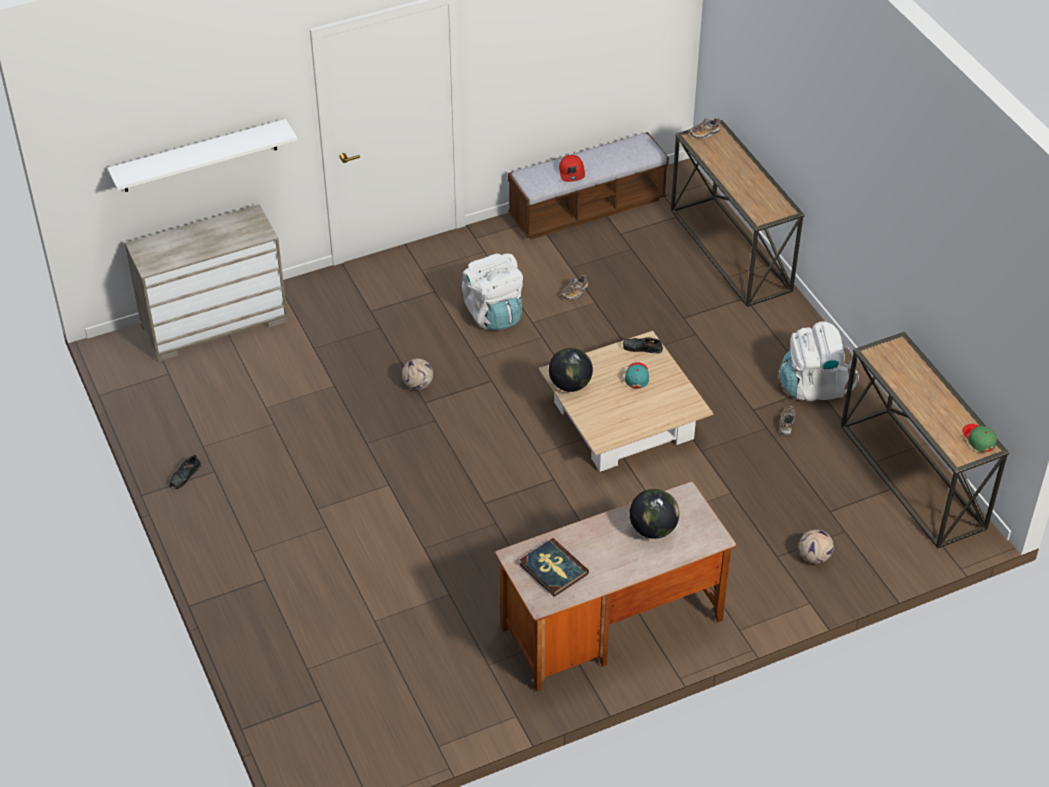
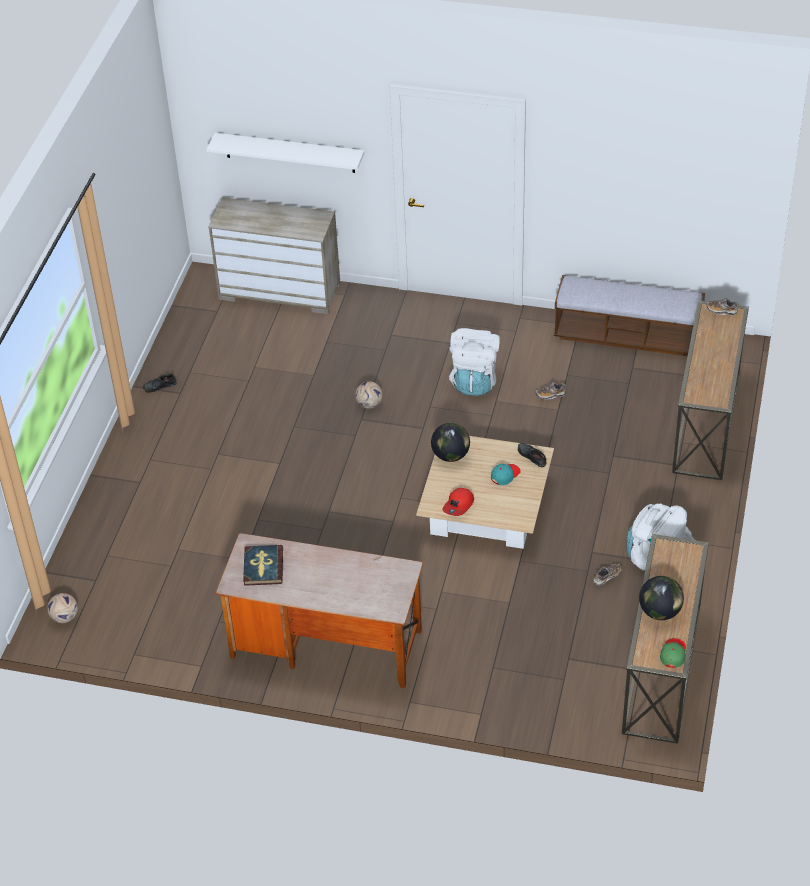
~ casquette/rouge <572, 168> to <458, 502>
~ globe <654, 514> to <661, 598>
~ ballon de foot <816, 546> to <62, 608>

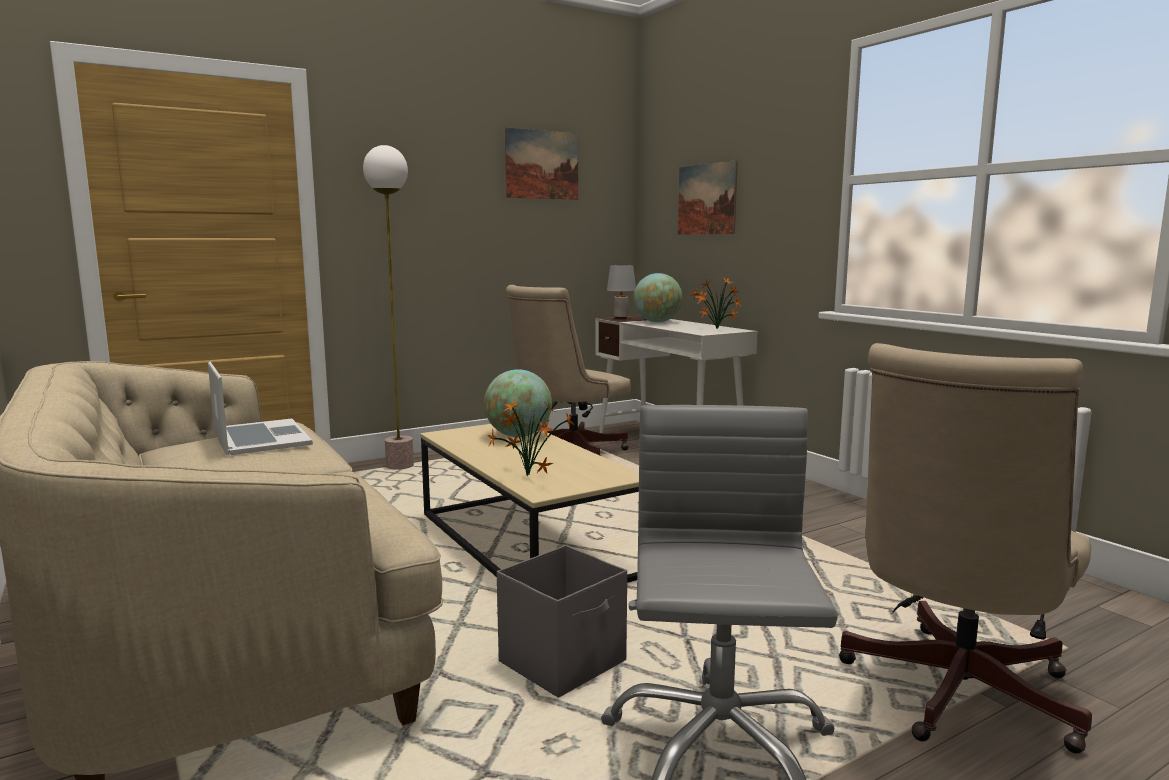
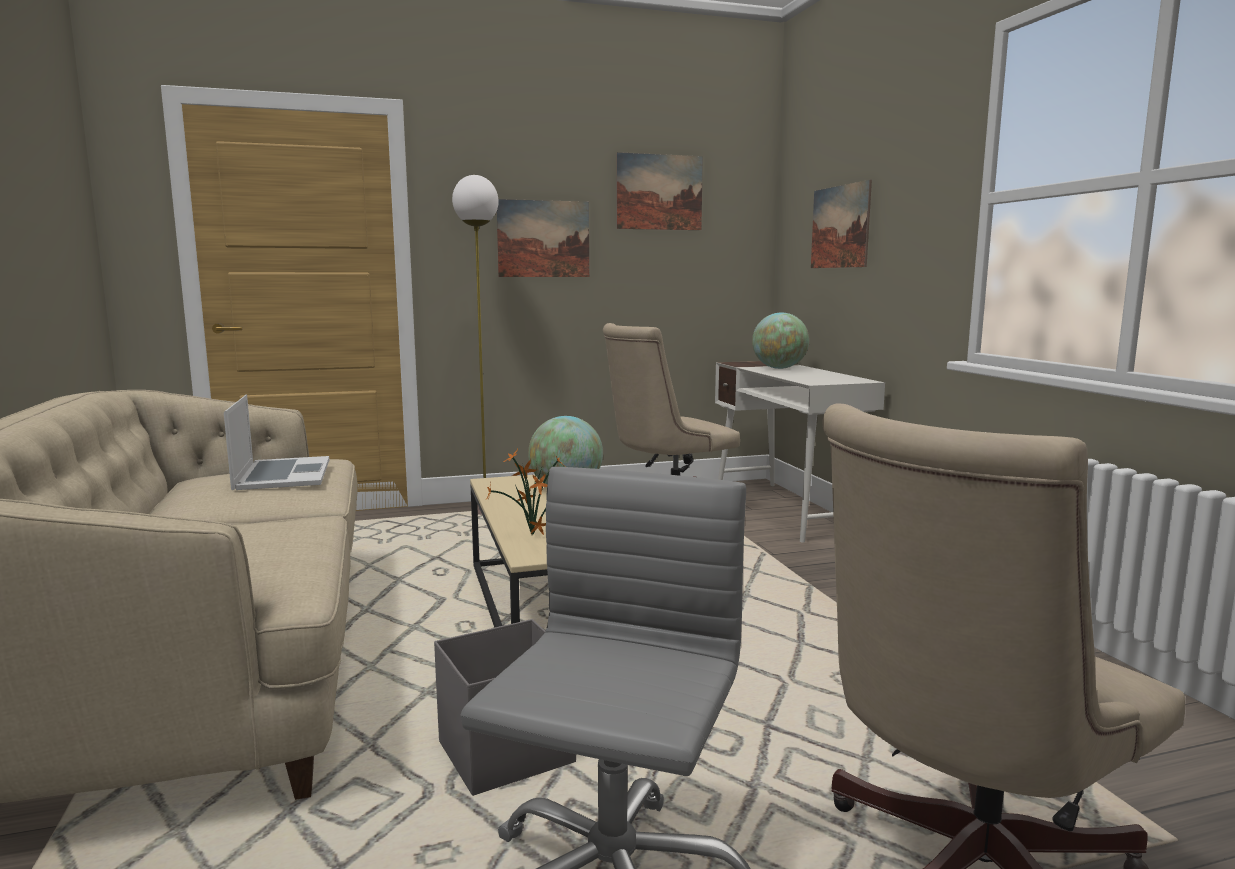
- lampe de table/gris <621, 292>
- plante en pot <716, 303>
+ tableau <542, 238>

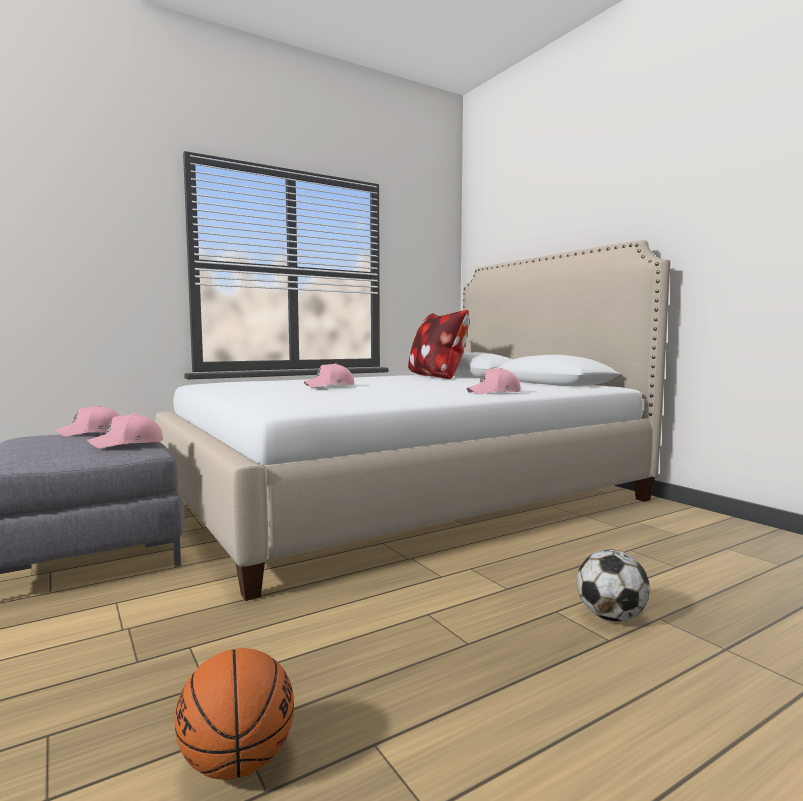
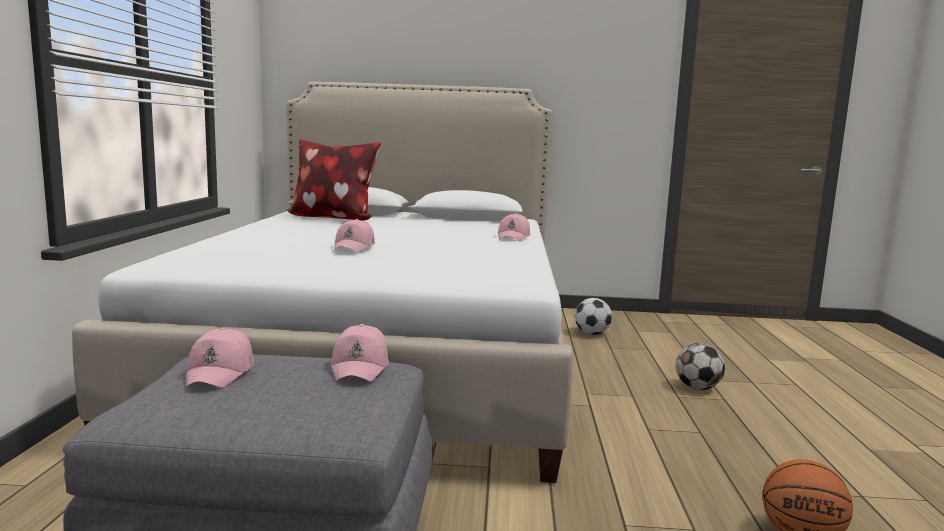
+ ballon de foot <593, 316>

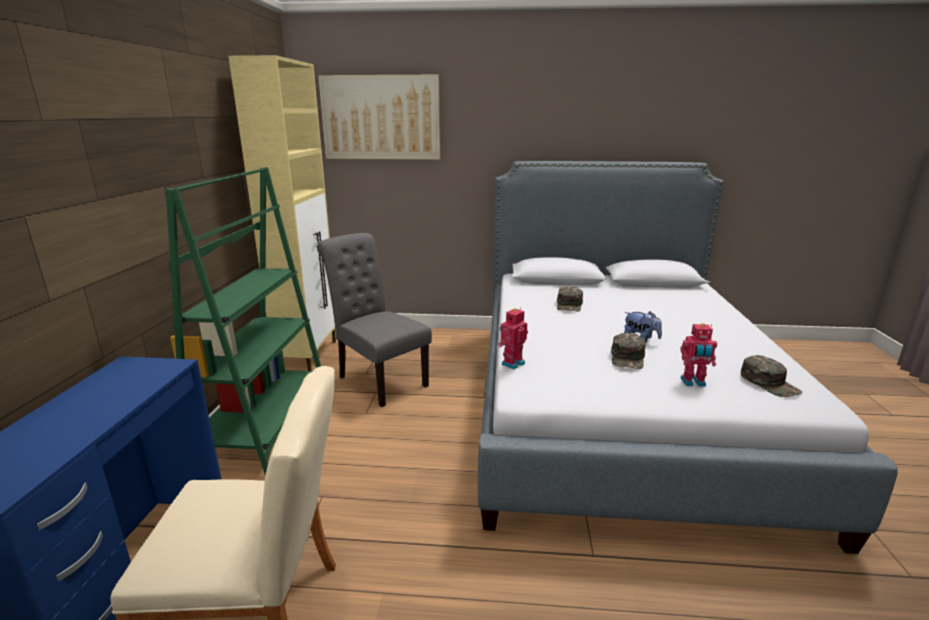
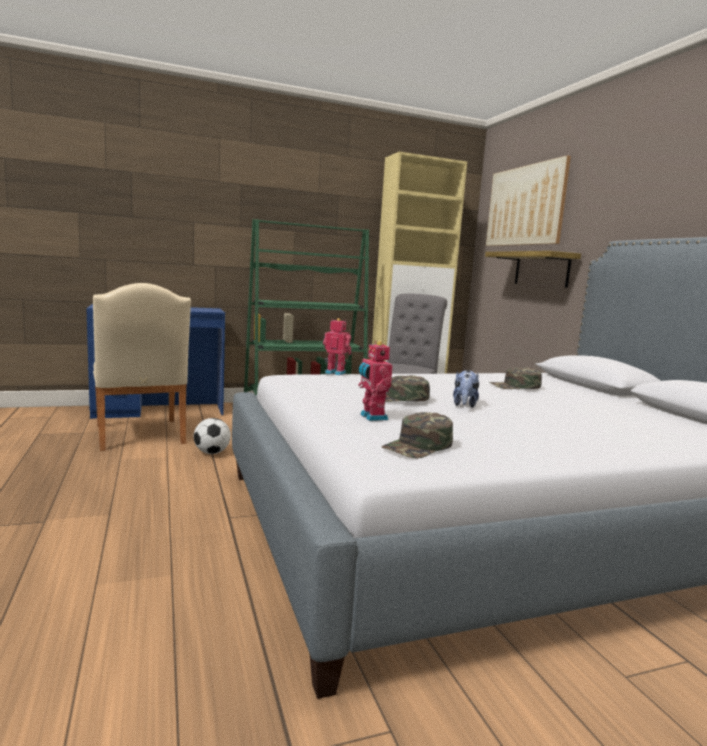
+ ballon de foot <212, 436>
+ étagère <533, 269>

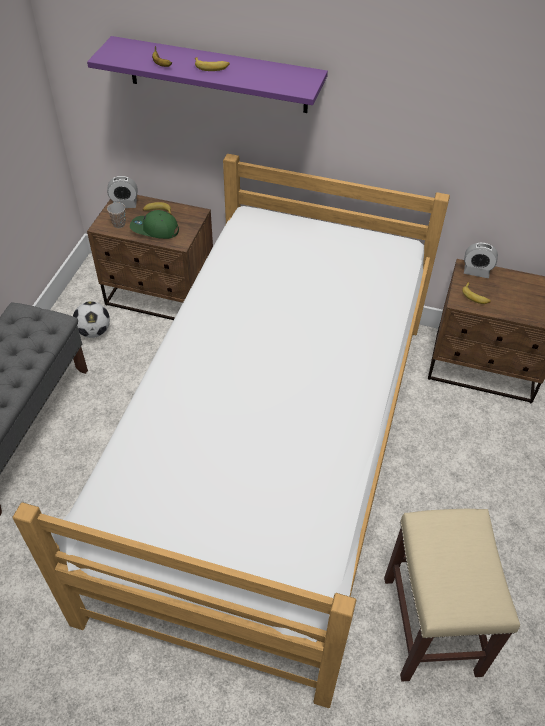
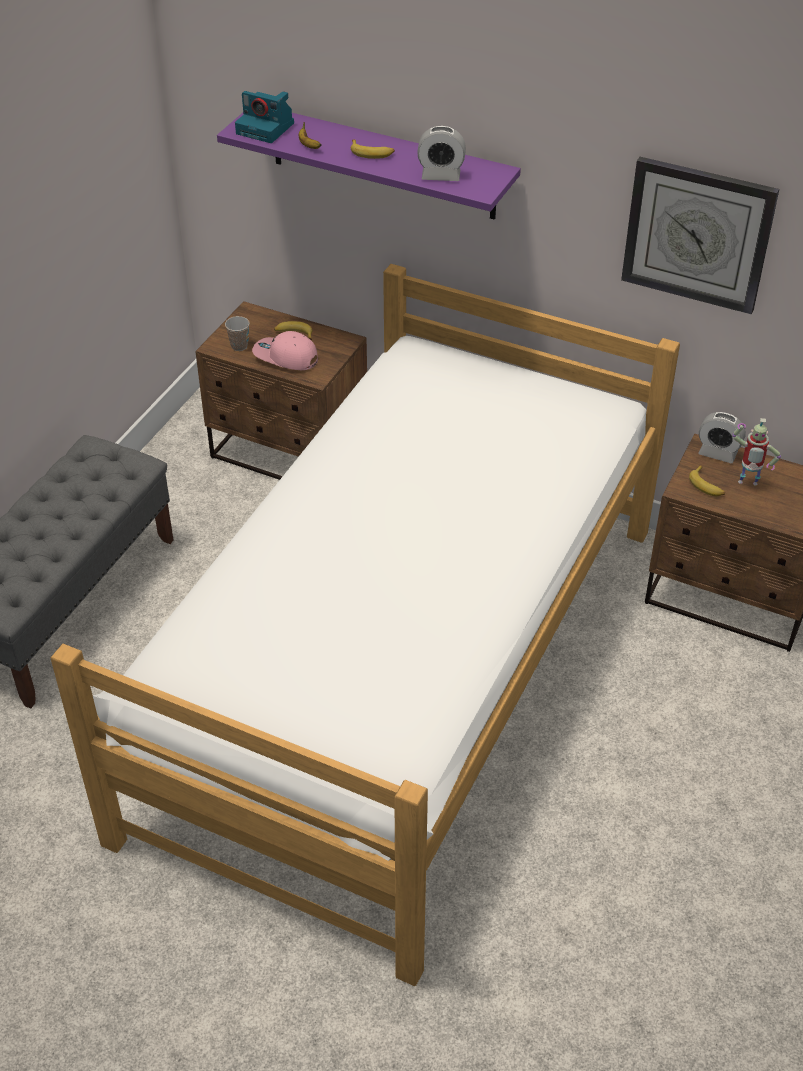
- ballon de foot <91, 319>
- tabouret/beige <452, 595>
+ appareil photo <264, 117>
+ horloge murale <700, 236>
+ robot jouet <756, 451>
~ réveil <122, 192> to <441, 153>
~ casquette/vert <154, 224> to casquette/rose <285, 350>

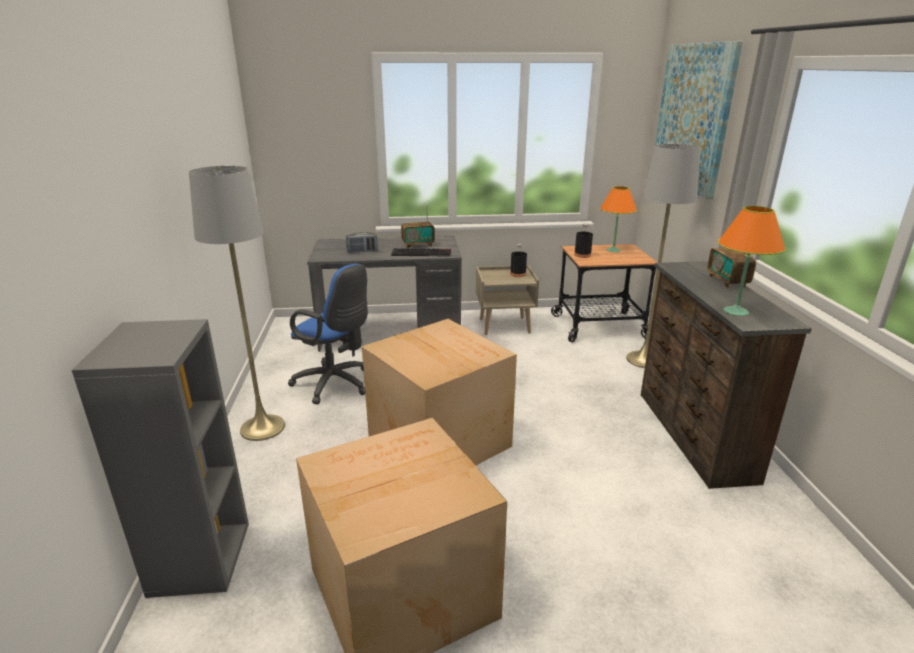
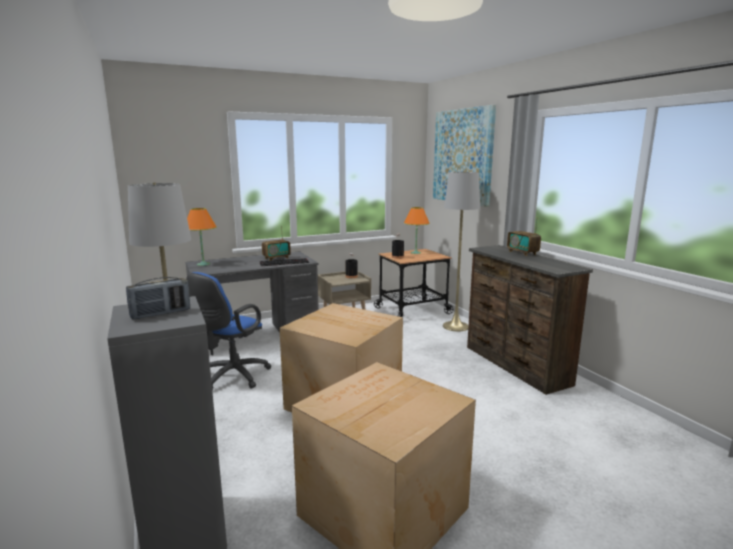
~ radio <362, 242> to <158, 298>
~ lampe de table/orange <751, 261> to <202, 237>
~ chaise de bureau/bleu <328, 334> = <229, 331> 105 degrees clockwise

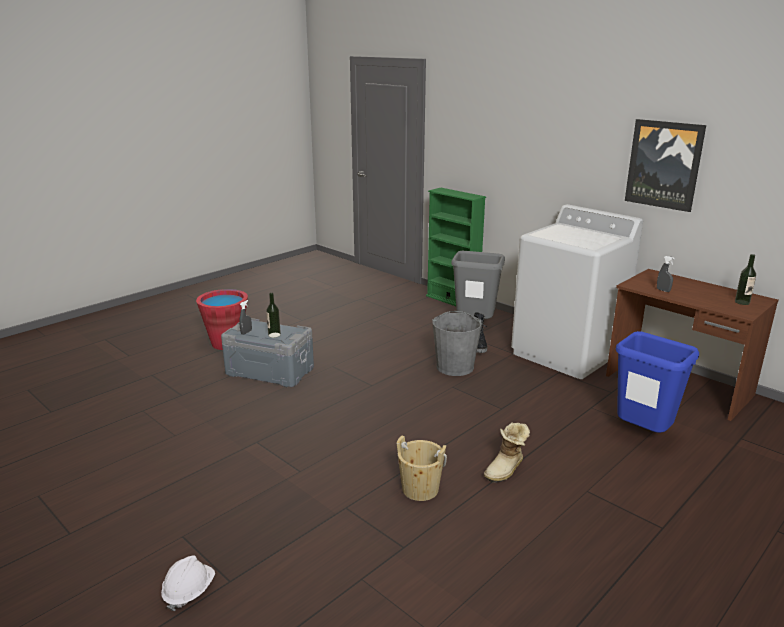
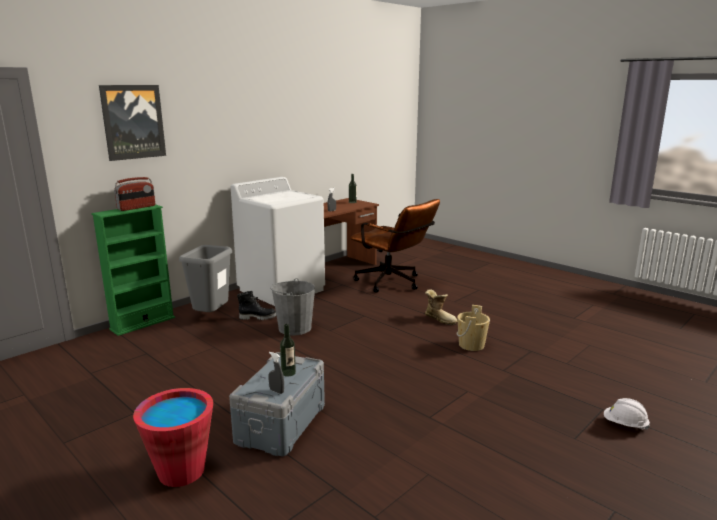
+ radio <134, 194>
~ tableau <665, 165> to <132, 123>
~ poubelle/bleu <657, 382> to chaise de bureau/marron <395, 246>

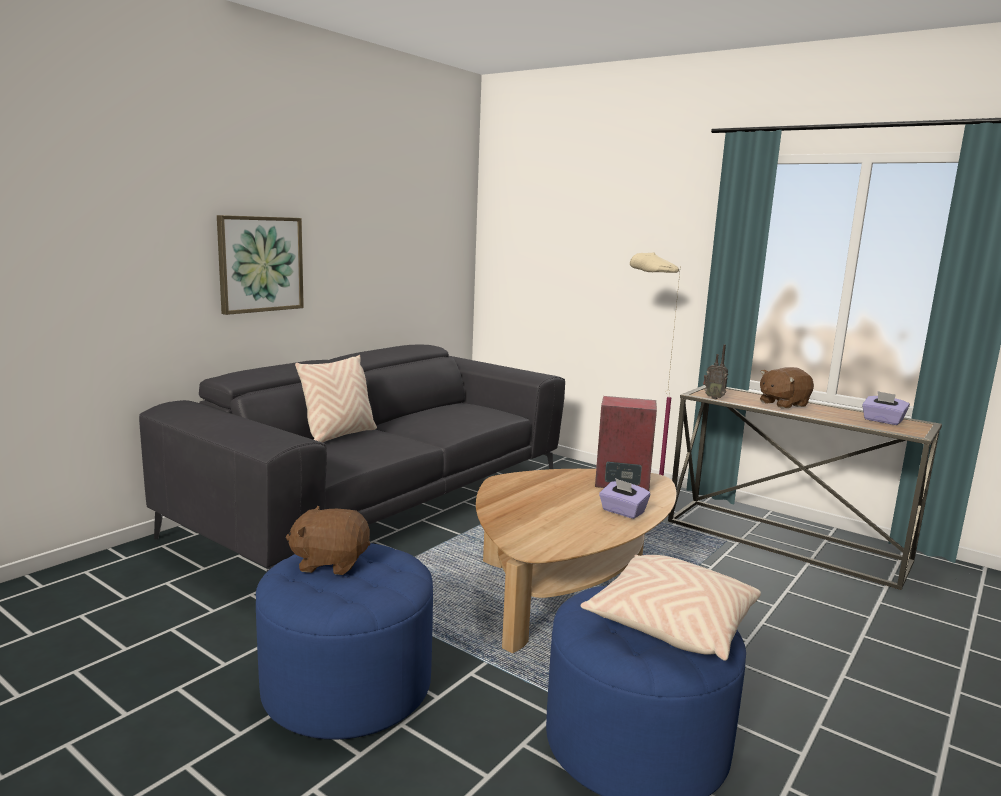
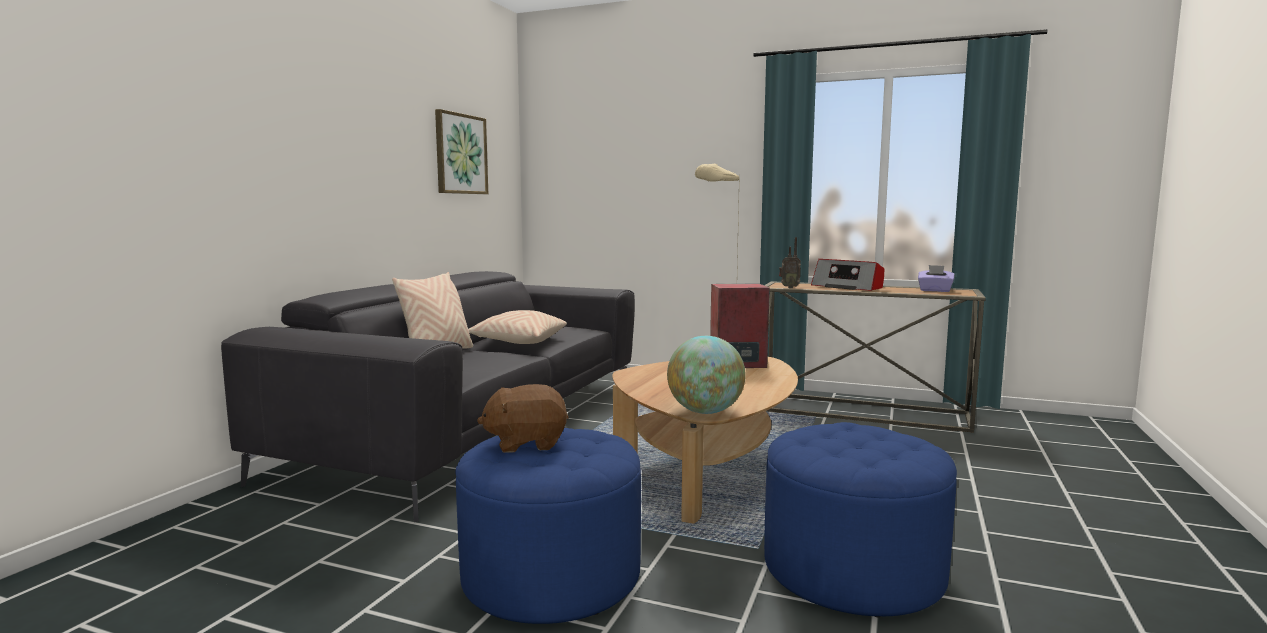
- boîte à mouchoirs/violet <624, 498>
+ globe <706, 375>
~ tableau <260, 265> to <461, 151>
~ coussin/beige <671, 608> to <517, 327>
~ peluche/marron <787, 388> to radio <847, 275>

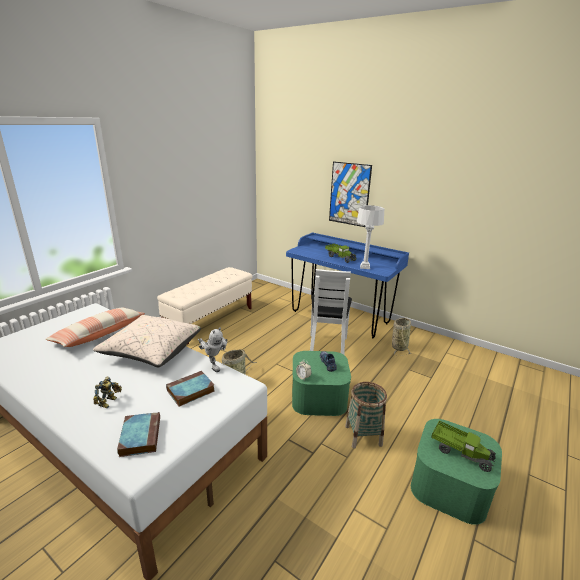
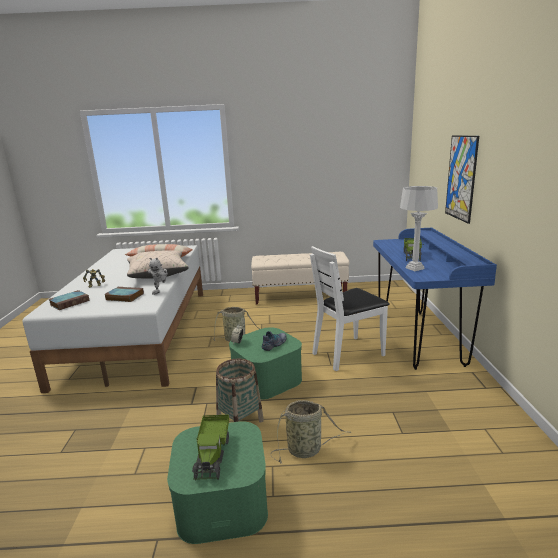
~ panier <402, 337> to <310, 432>

